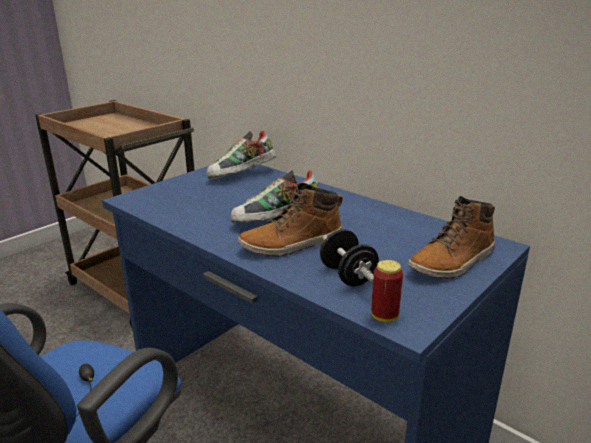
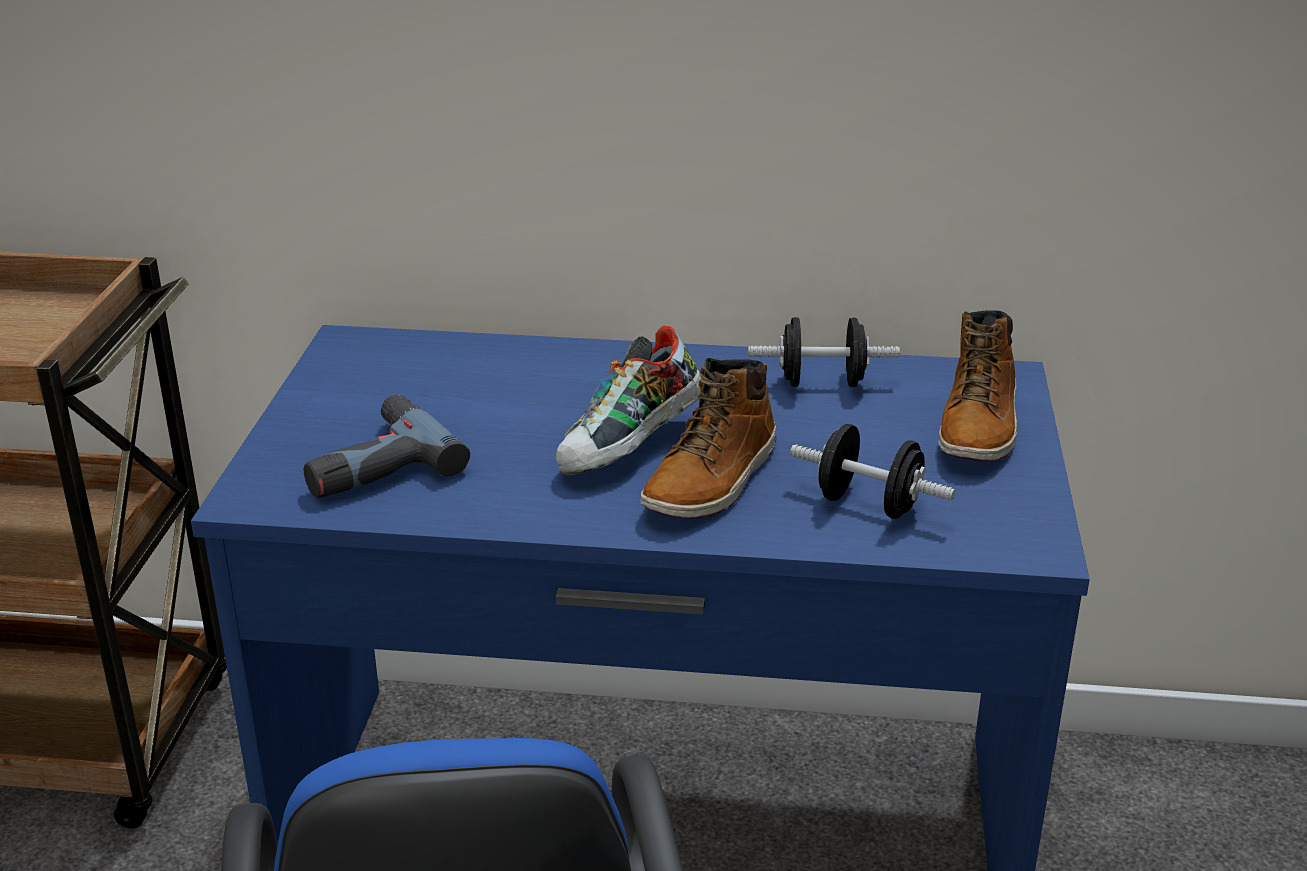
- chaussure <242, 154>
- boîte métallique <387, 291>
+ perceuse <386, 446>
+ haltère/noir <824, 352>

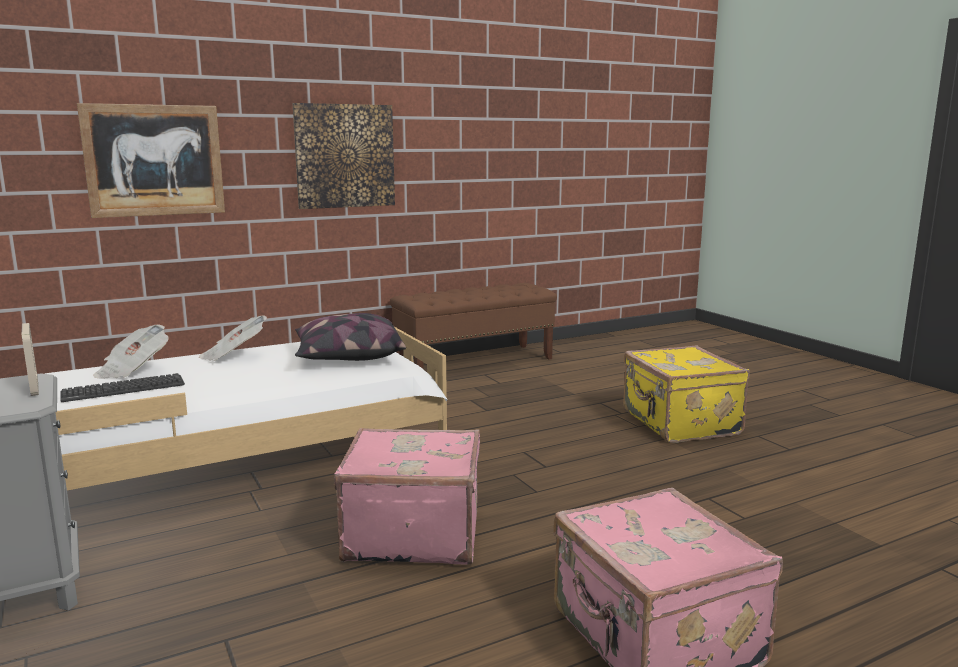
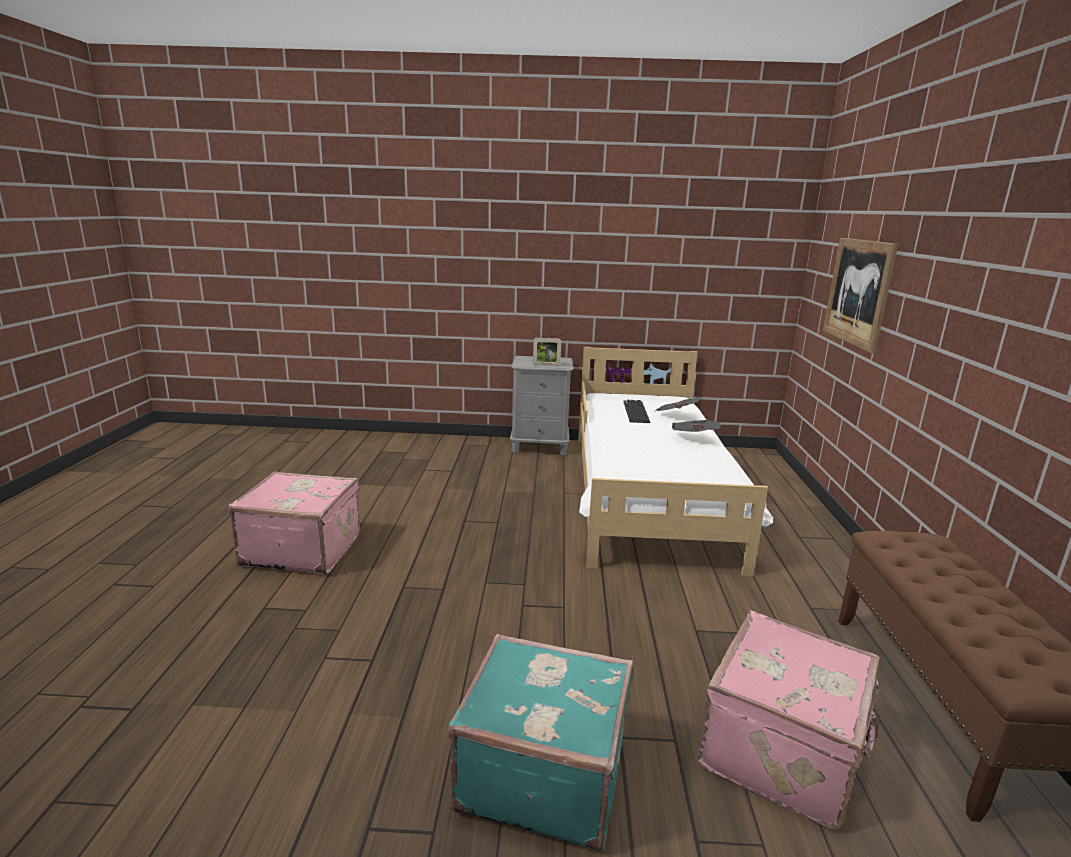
- tableau <343, 156>
- coussin <350, 337>
~ valise/rose <407, 496> to <789, 719>
~ valise/jaune <686, 394> to valise/turquoise <540, 742>

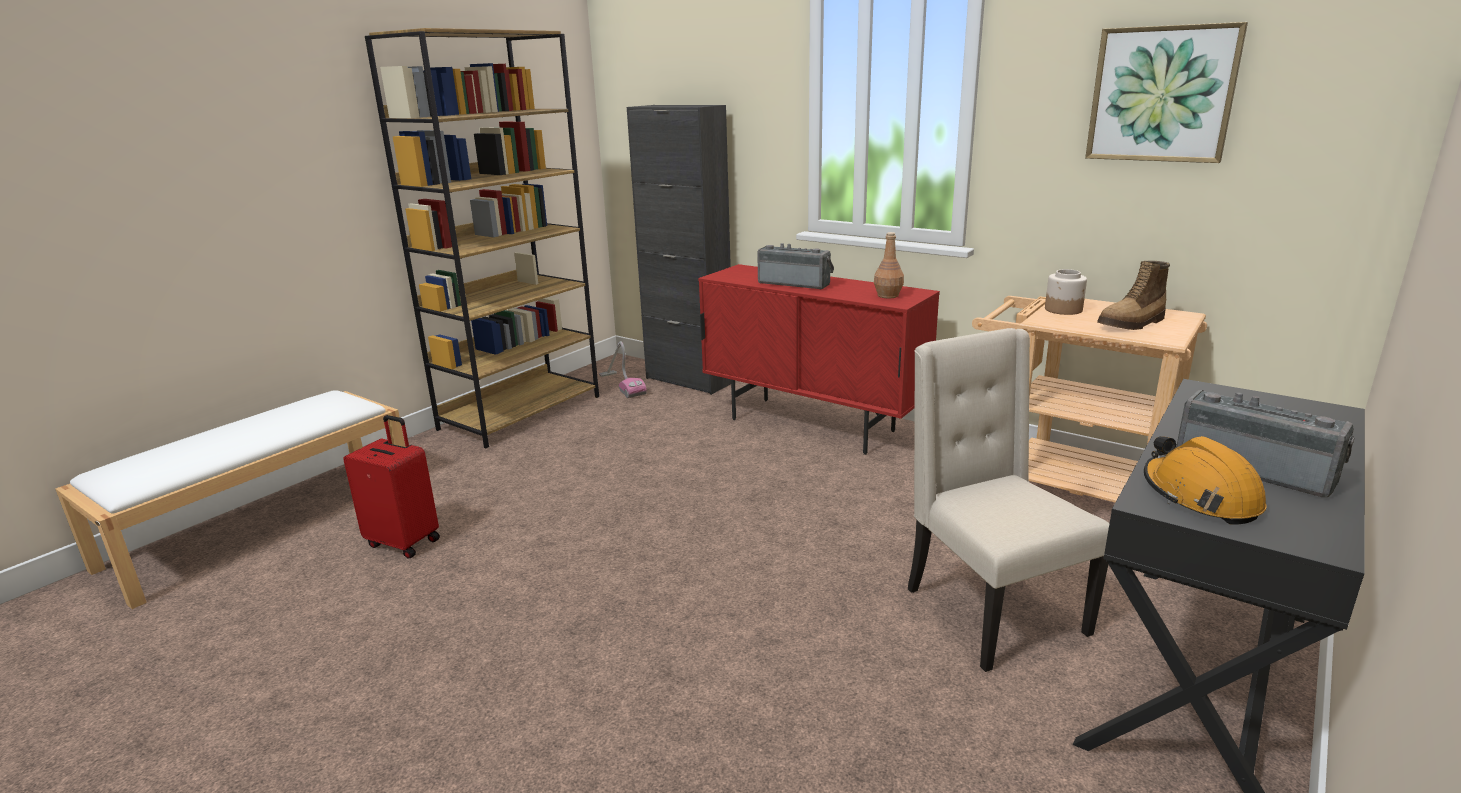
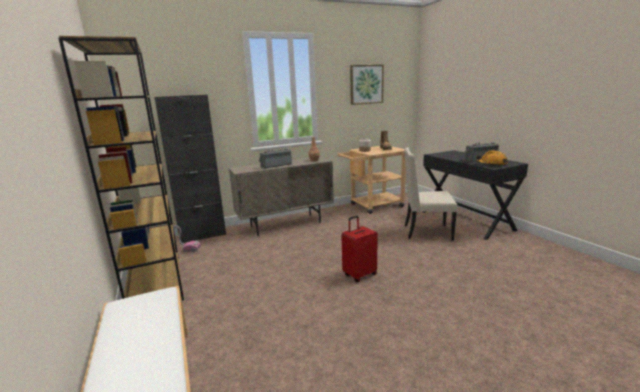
~ valise/rouge <391, 487> to <359, 249>
~ meuble de rangement/rouge <819, 359> to meuble de rangement/beige <281, 196>

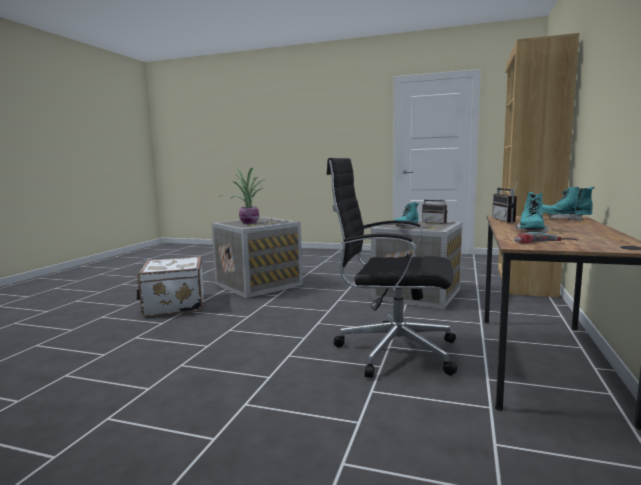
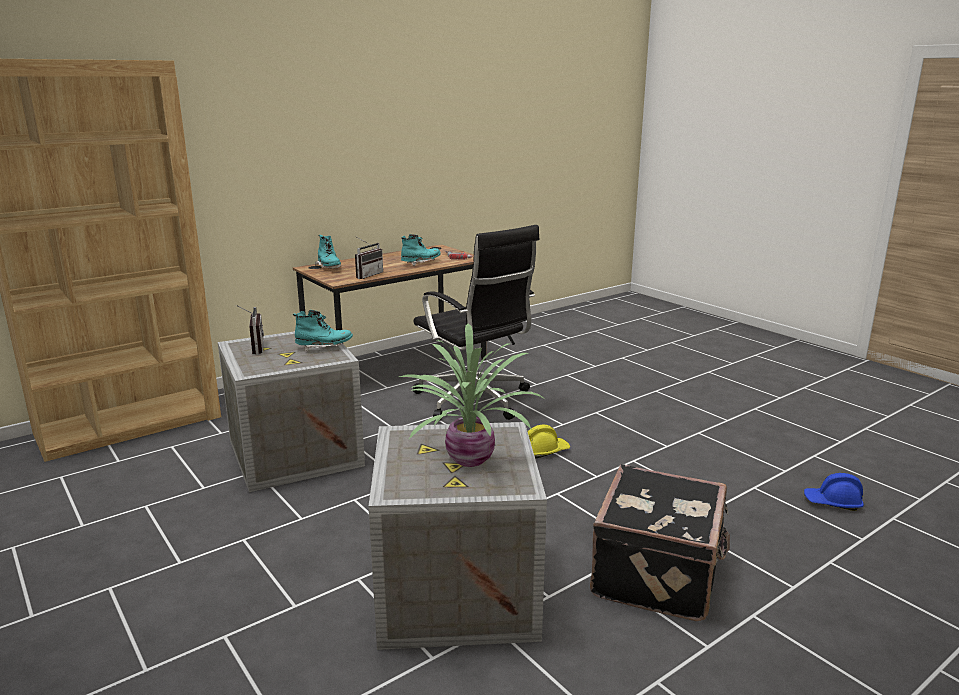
+ casque de chantier/jaune <549, 441>
+ casque de chantier/bleu <834, 492>
~ valise/blanc <170, 286> to valise/noir <660, 542>

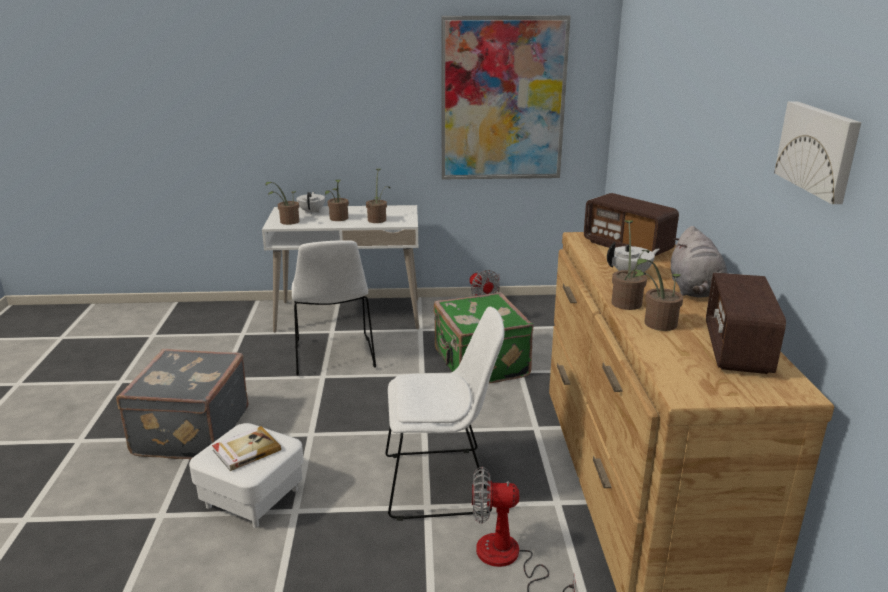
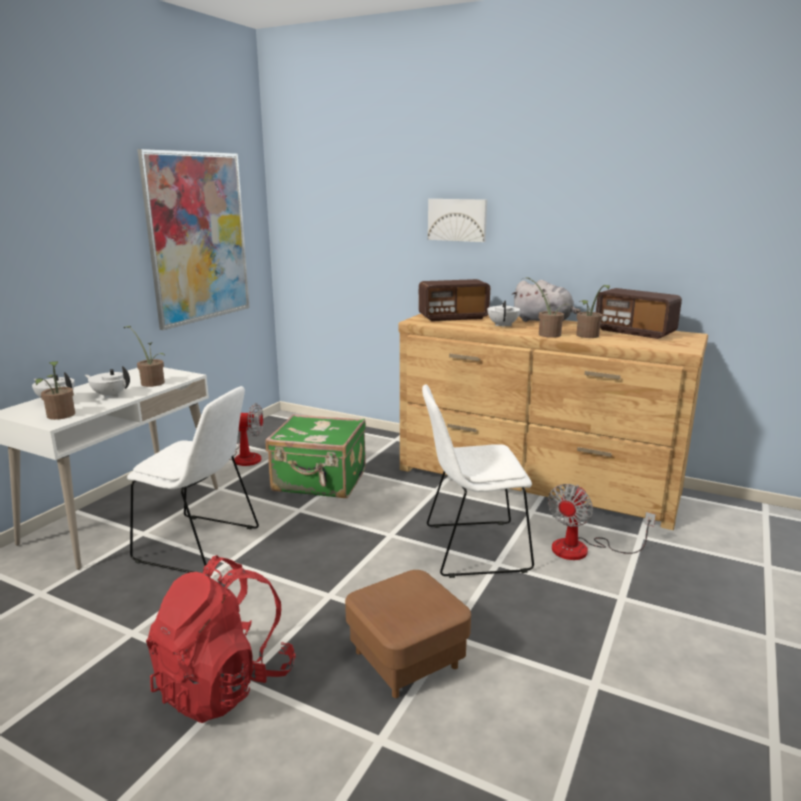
- livre <246, 448>
~ tableau <817, 152> to <457, 220>
~ valise/gris <182, 404> to sac à dos/rouge <221, 639>
~ plante en pot <337, 200> to théière/blanc <107, 382>
~ pouf/blanc <246, 475> to pouf/marron <408, 634>
~ chaise/blanc <444, 414> = <478, 481> 120 degrees counterclockwise

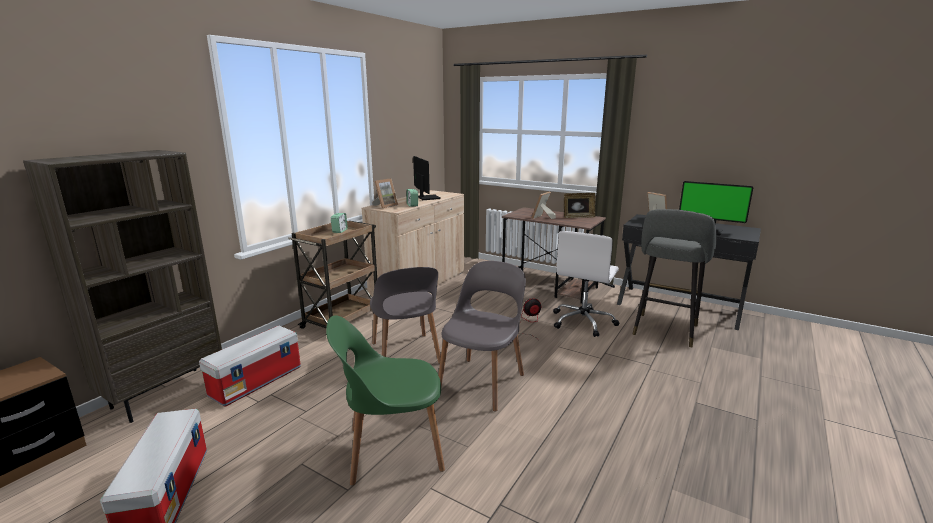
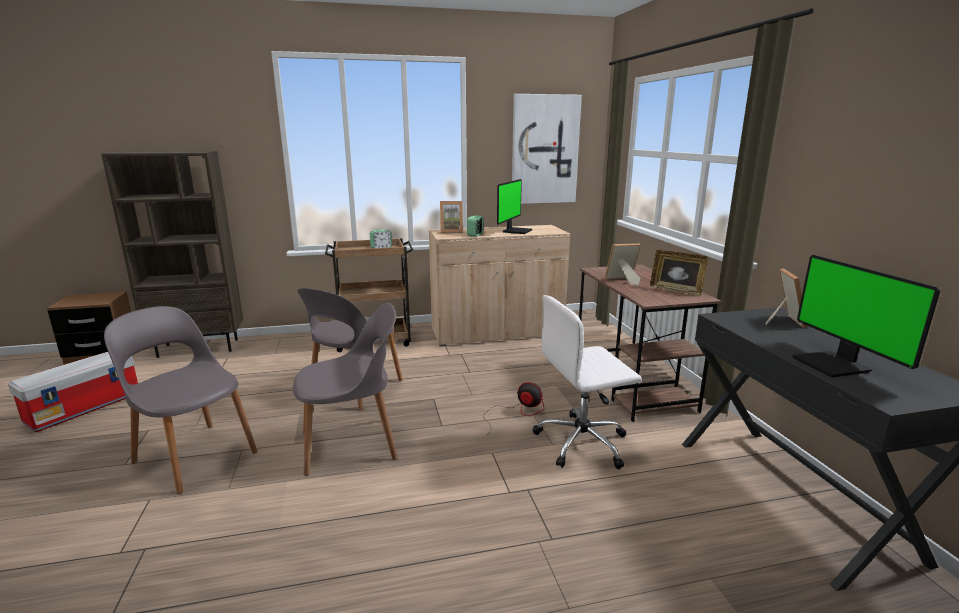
- boîte de rangement <250, 366>
- tabouret/gris <675, 278>
+ tableau <547, 149>
~ chaise/vert <385, 400> to chaise/gris <181, 400>

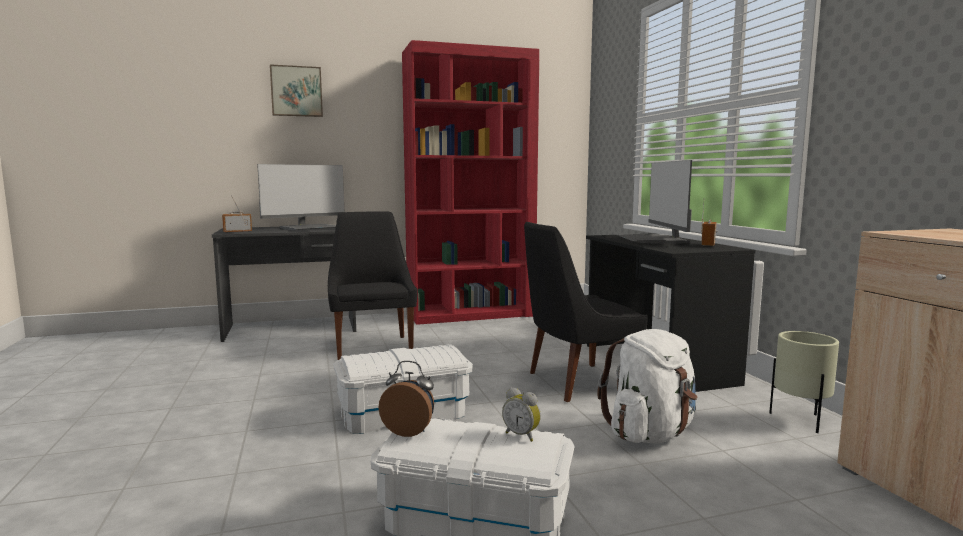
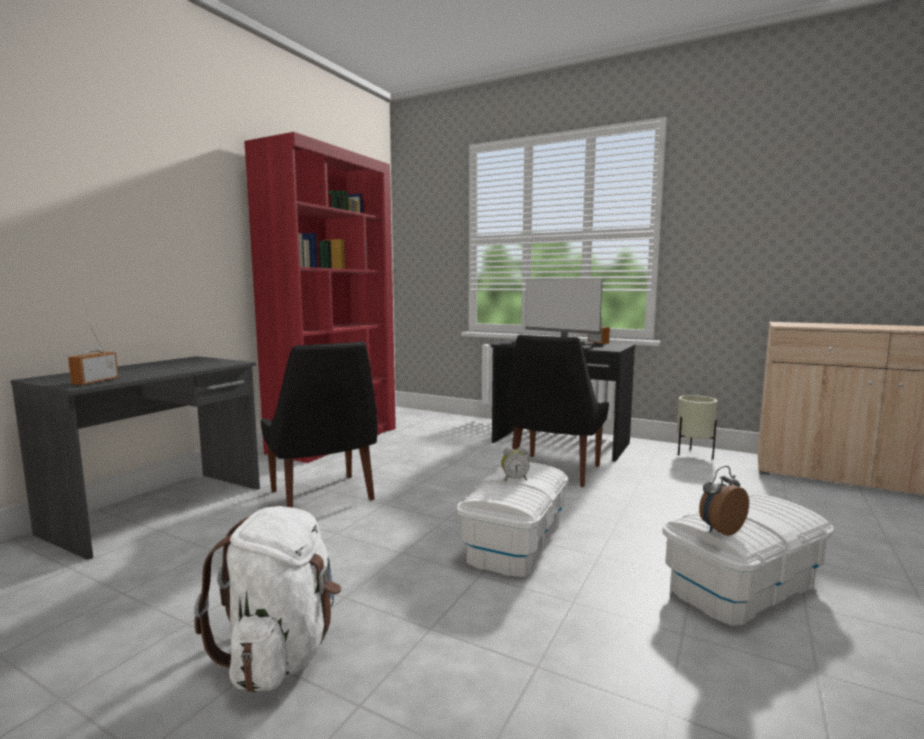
- écran d'ordinateur <300, 197>
- tableau <296, 90>
~ réveil <521, 415> to <515, 463>
~ sac à dos/blanc <647, 386> to <267, 599>
~ chaise/noir <373, 286> = <319, 425> 150 degrees counterclockwise

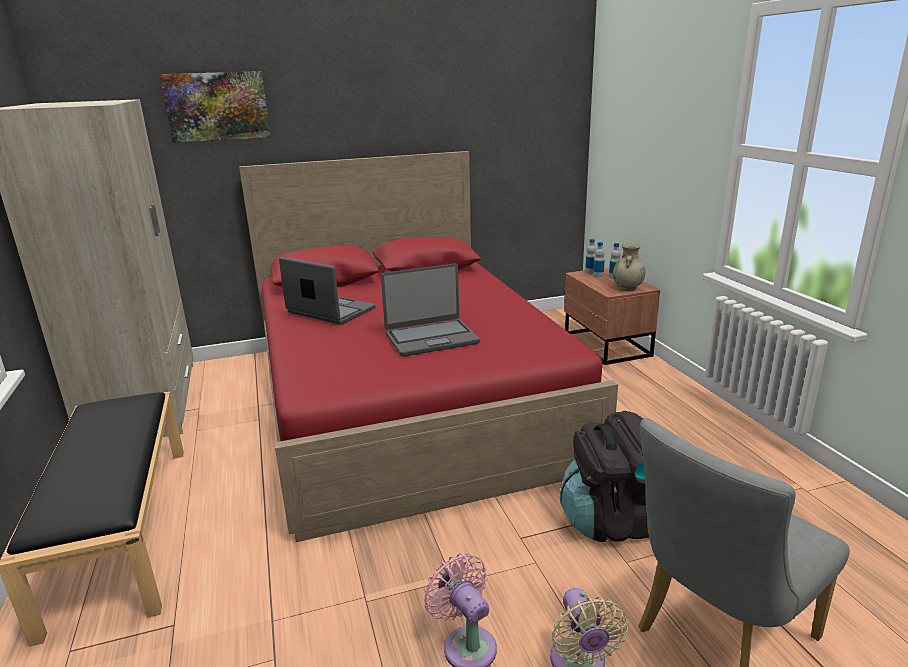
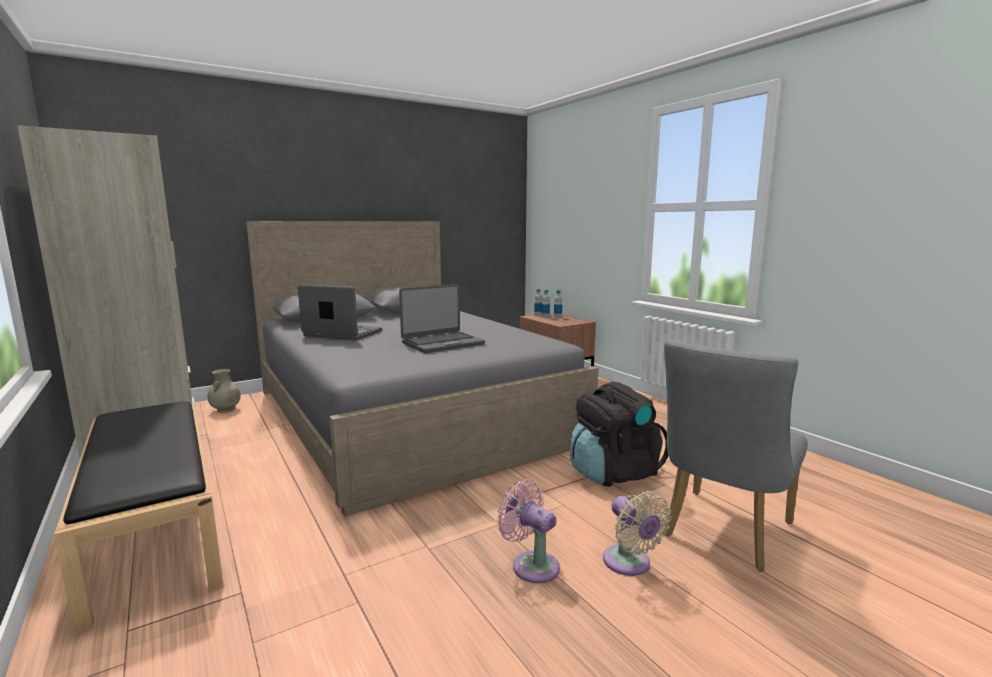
- tableau <215, 107>
~ vase/beige <629, 267> to <224, 391>
~ lit/rouge <428, 346> to lit/gris <422, 369>

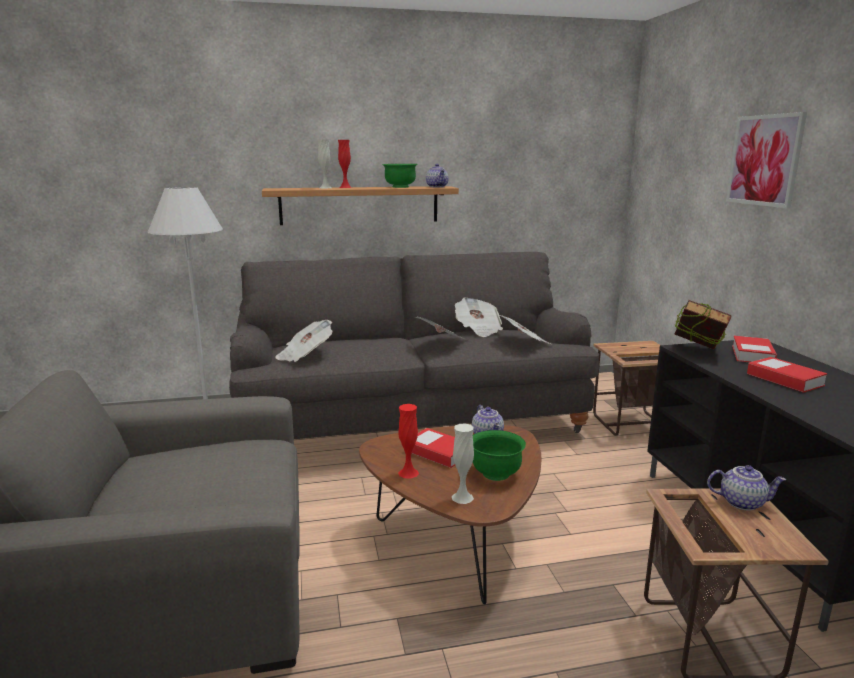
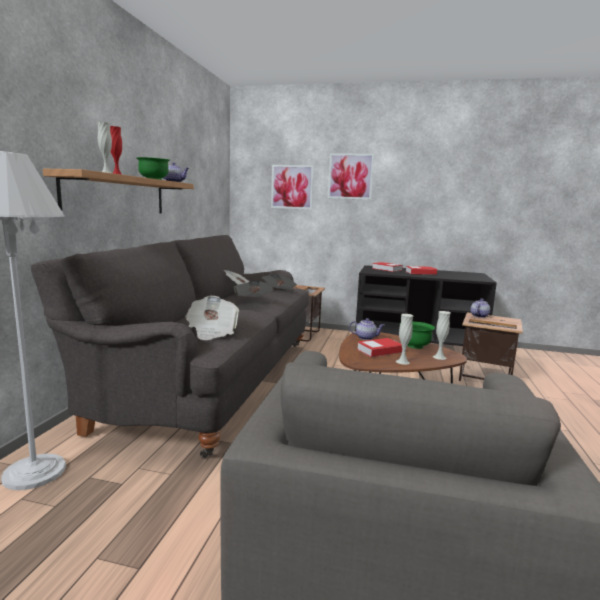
- livre <703, 324>
+ tableau <292, 187>
~ vase/rouge <408, 441> to vase/blanc <404, 339>

